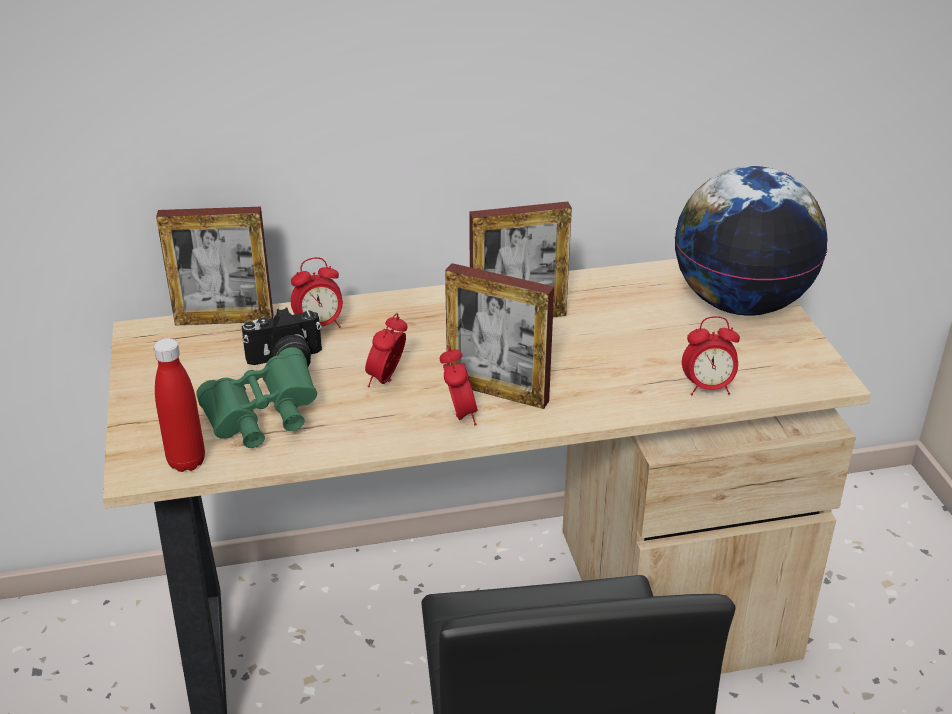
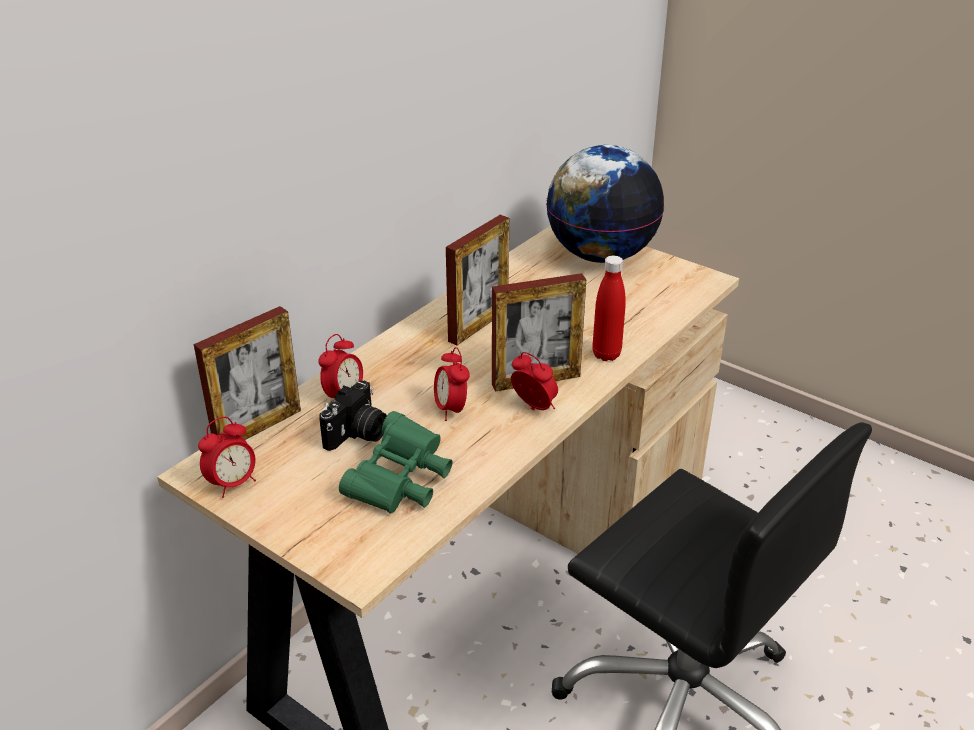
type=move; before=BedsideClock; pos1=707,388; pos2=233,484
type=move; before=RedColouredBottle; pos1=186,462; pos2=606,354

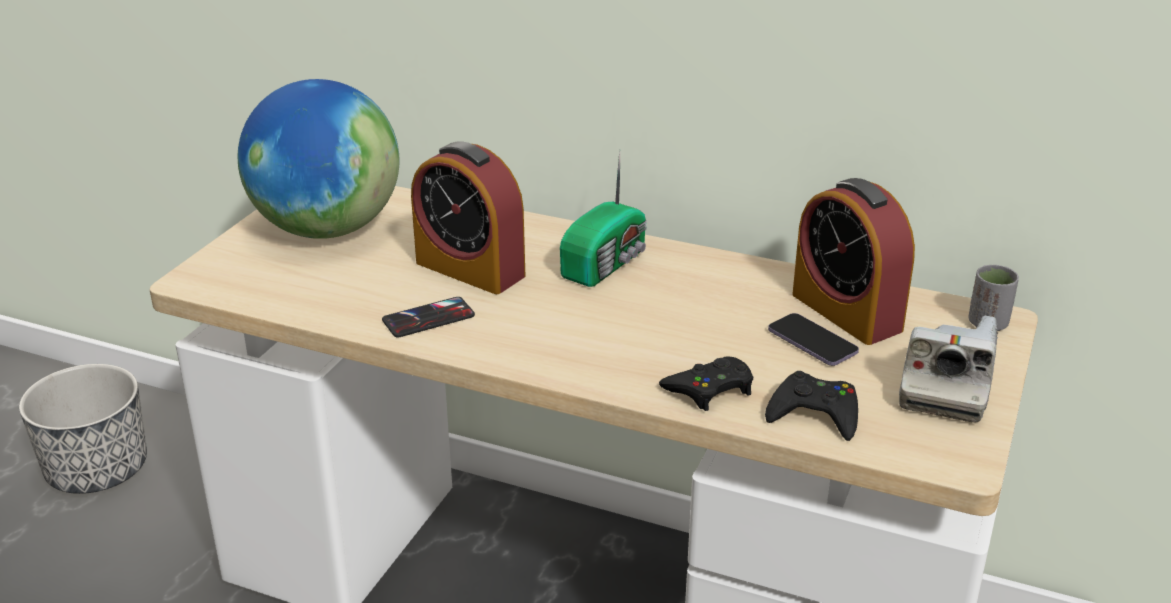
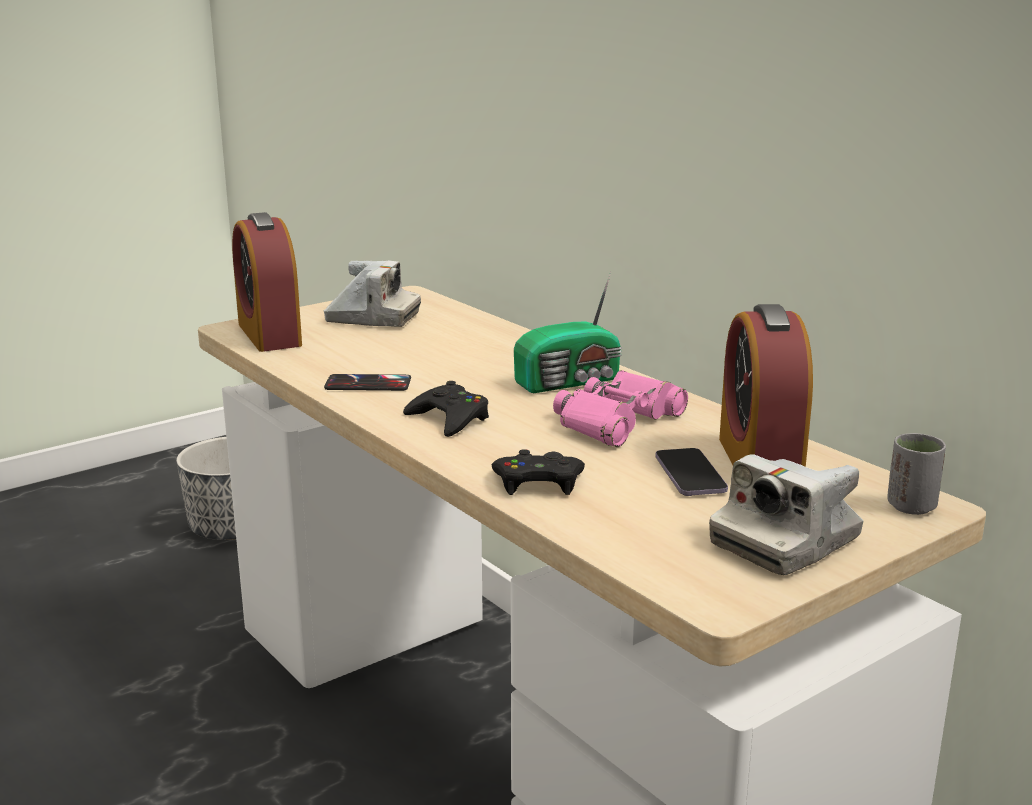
type=move; before=BedsideClock; pos1=470,269; pos2=269,334
type=replace; before=Globe; after=StillCamera; pos1=327,229; pos2=373,318
type=move; before=BlackGamepad; pos1=814,414; pos2=449,419
type=insert; after=PinkishFieldGlasses; pos2=617,421

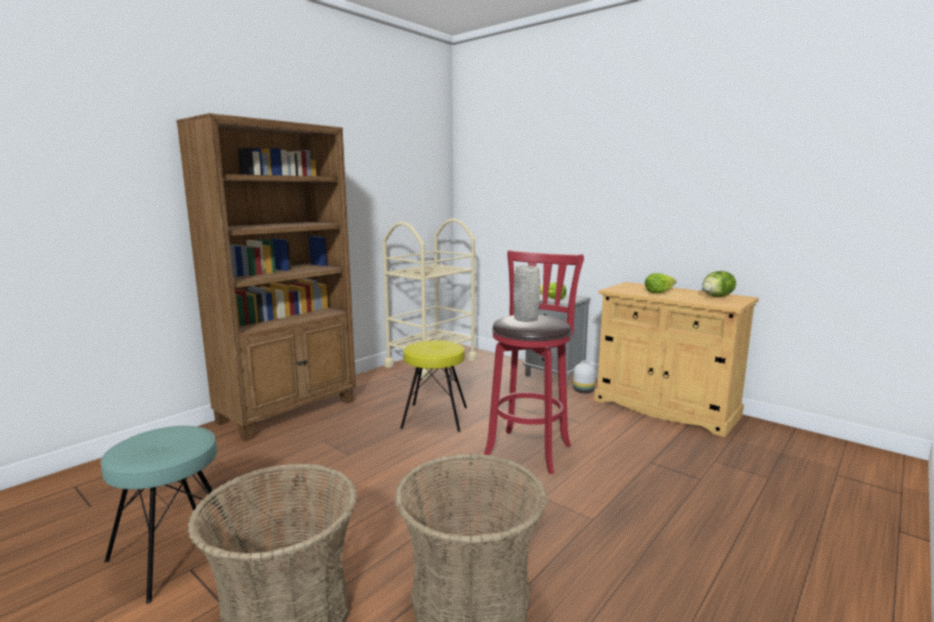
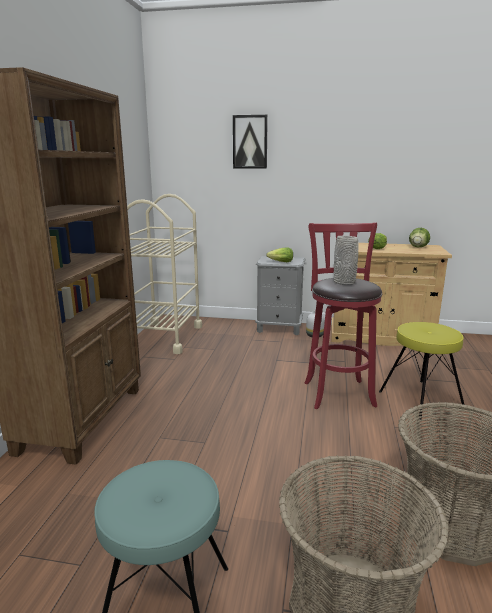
type=insert; after=Picture; pos2=250,142
type=move; before=YellowishStoolSeat; pos1=435,417; pos2=420,398

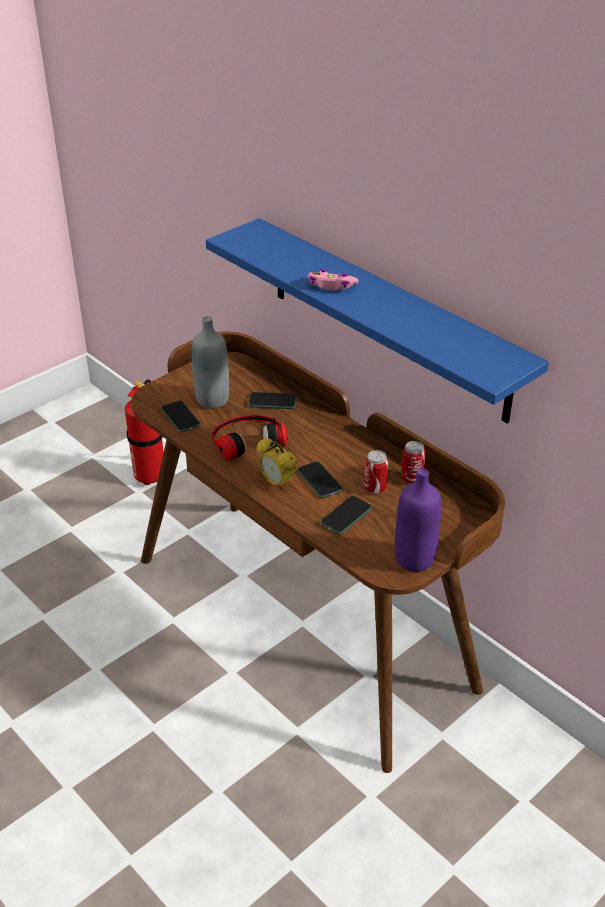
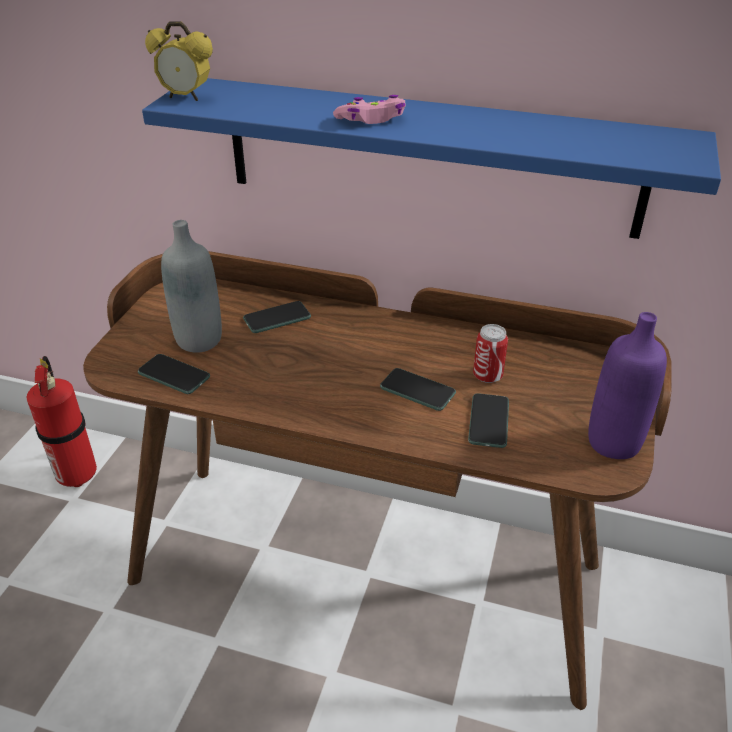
type=move; before=BedsideClock; pos1=277,483; pos2=186,97
type=delete; before=Headphones; pos1=247,439
type=delete; before=MetalCan; pos1=412,479

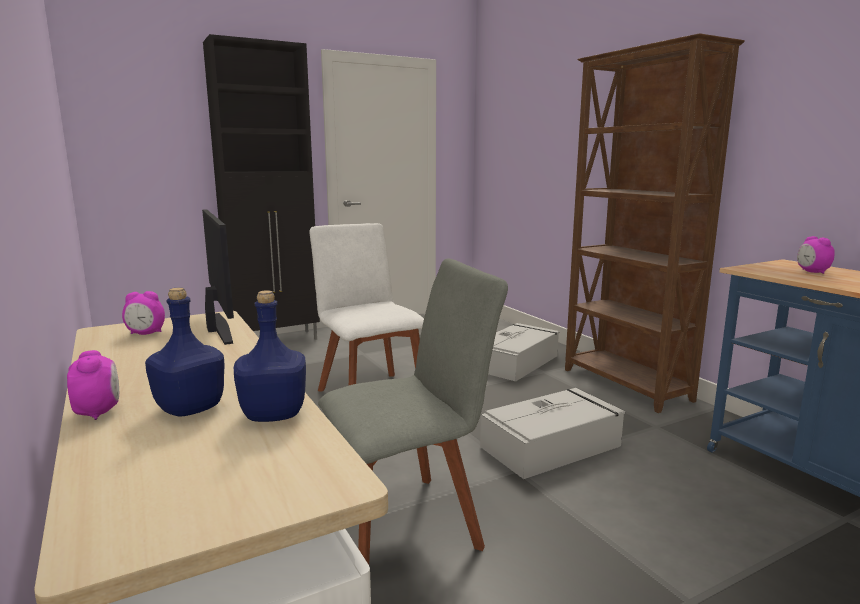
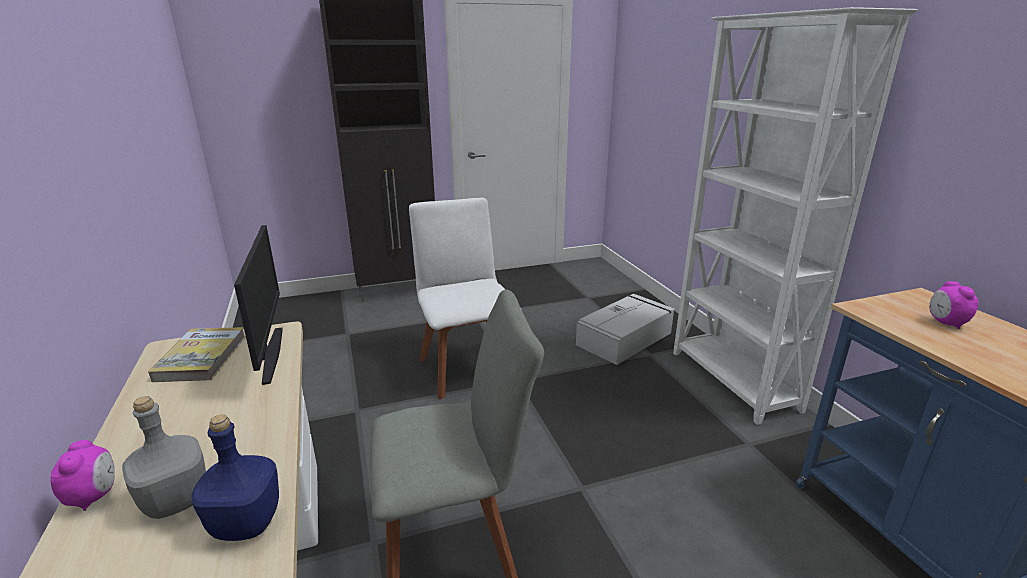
type=recolor; before=BluishBottle; after=GreyishBottle; pos1=189,408; pos2=176,500
type=replace; before=BedsideClock; after=Volume; pos1=146,333; pos2=201,357
type=recolor; before=BrownBookshelf; after=WhiteColouredBookshelf; pos1=625,385; pos2=732,381
type=delete; before=GreyishStorageContainer; pos1=552,446

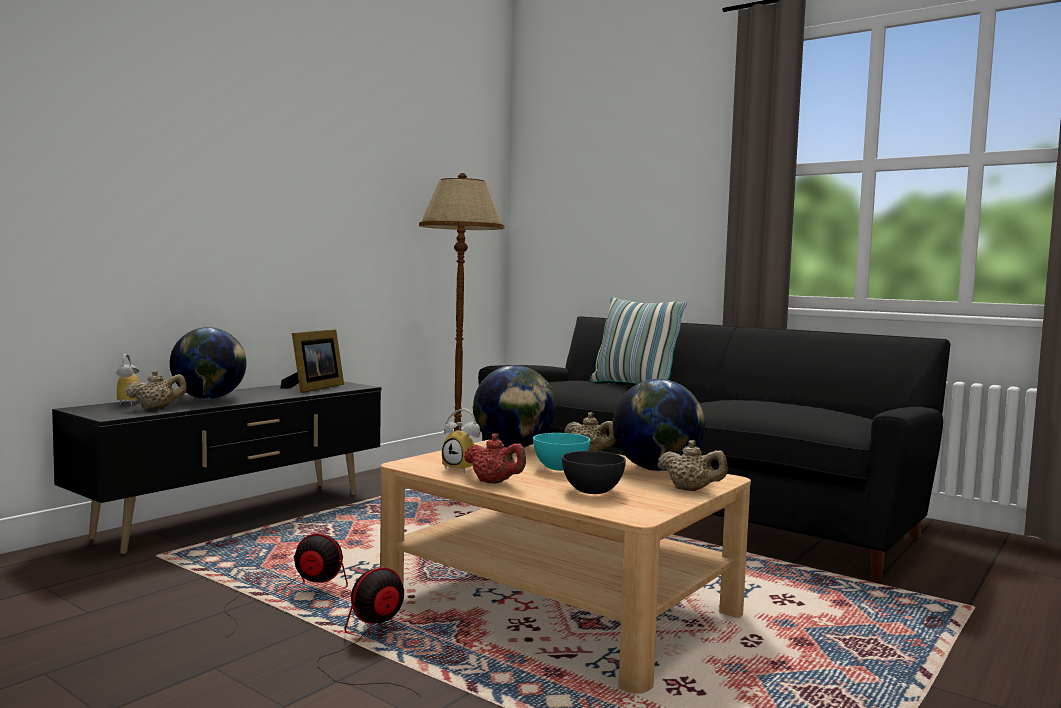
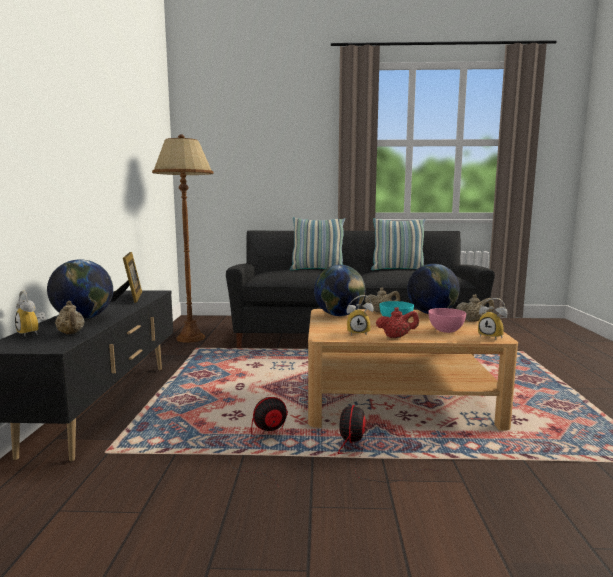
type=rotate; before=SandColouredPotForTea; pos1=157,408; pos2=71,333; turn=120
type=insert; after=ThrowPillow; pos2=397,269
type=recolor; before=GreyishDeepDish; after=PinkishDeepDish; pos1=592,491; pos2=446,331
type=insert; after=BedsideClock; pos2=492,336

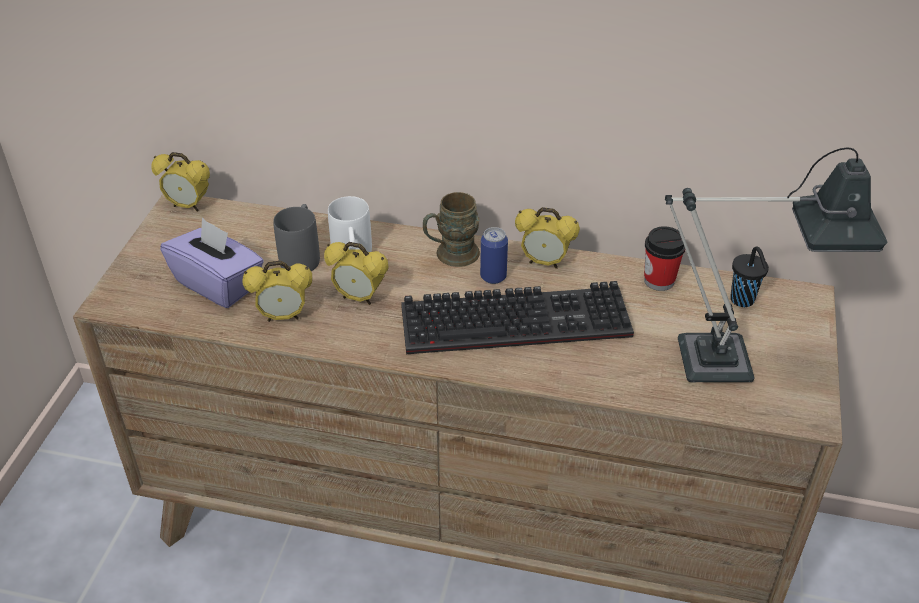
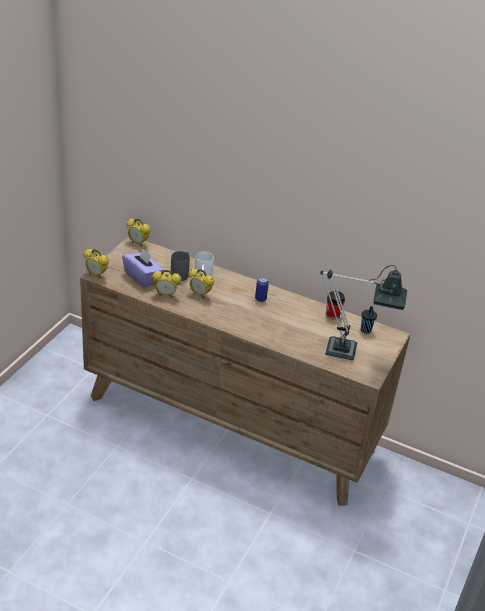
type=move; before=BedsideClock; pos1=544,262; pos2=96,275
type=delete; before=PcKeyboard; pos1=518,319
type=delete; before=BrownMug; pos1=450,256

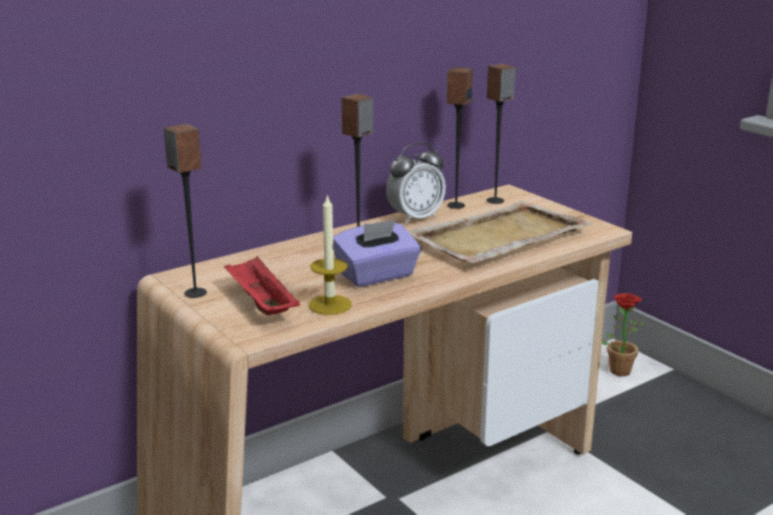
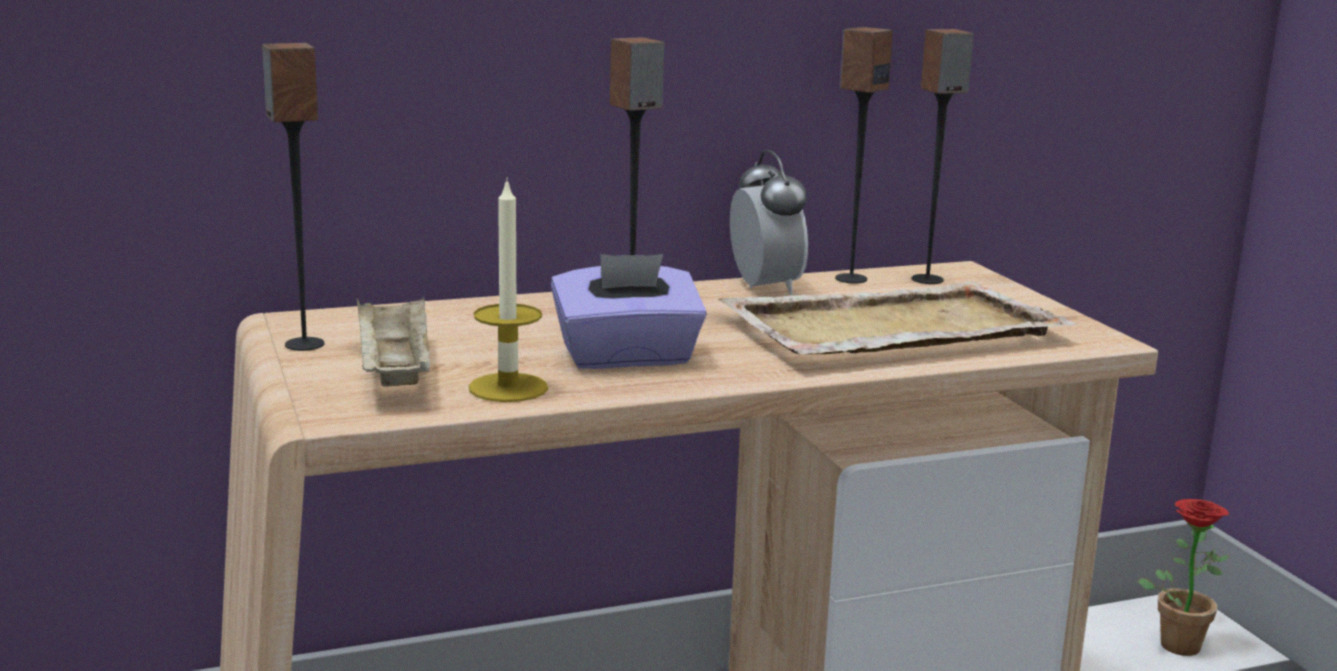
type=recolor; before=RedColouredCarryingTray; after=SandColouredCarryingTray; pos1=260,304; pos2=394,372
type=rotate; before=BedsideClock; pos1=415,218; pos2=765,288; turn=-90

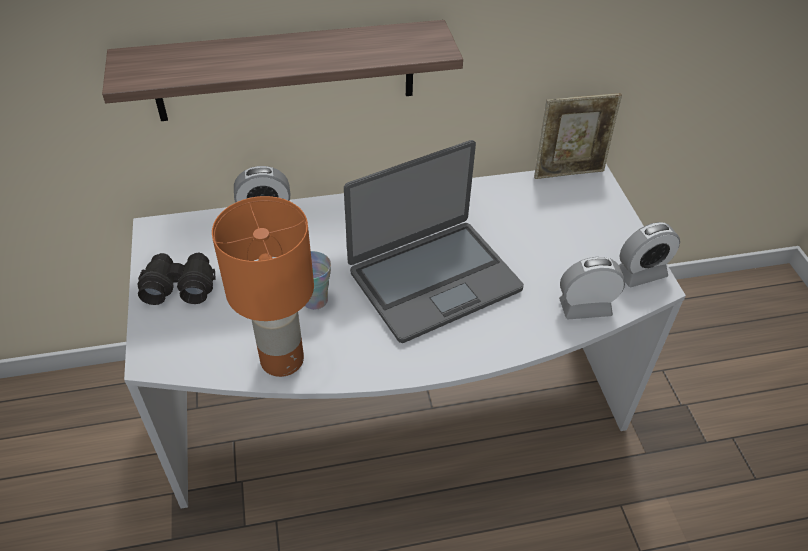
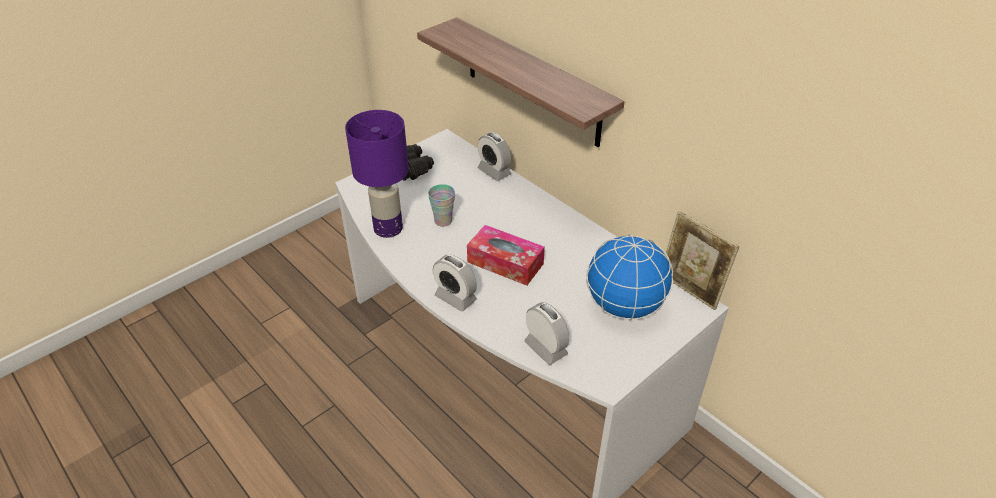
type=recolor; before=OrangeyTabletopLamp; after=PurpleTabletopLamp; pos1=281,361; pos2=387,229
type=move; before=BedsideClock; pos1=641,273; pos2=455,298
type=replace; before=NotebookComputer; after=TissueHolder; pos1=433,279; pos2=505,263
type=insert; after=Globe; pos2=623,307

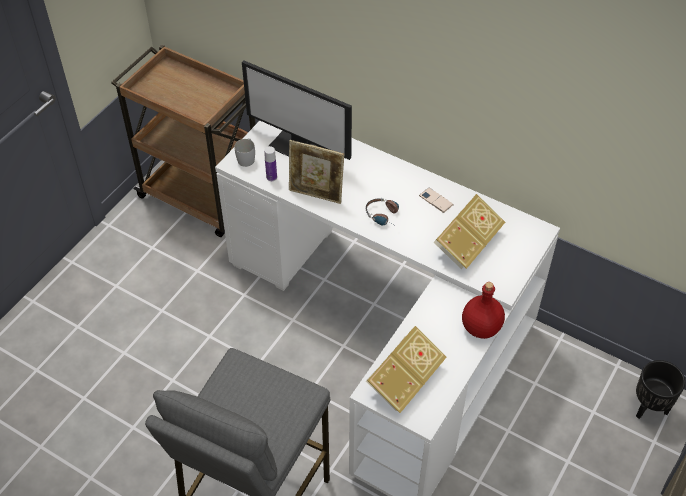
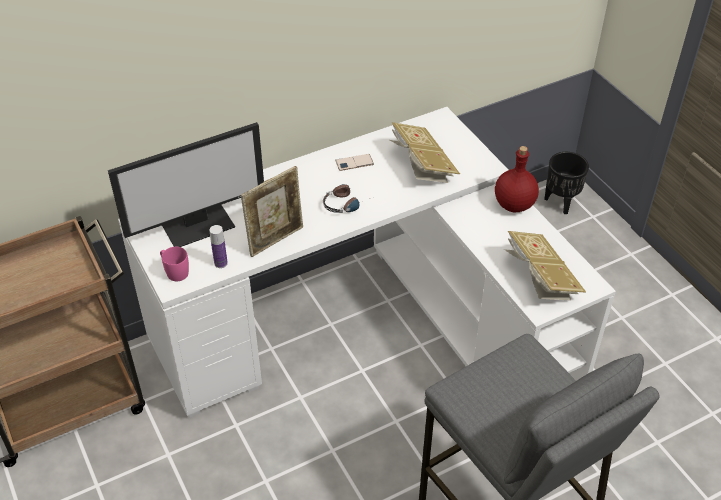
type=recolor; before=WhiteColouredMug; after=PinkishMug; pos1=247,158; pos2=174,271

